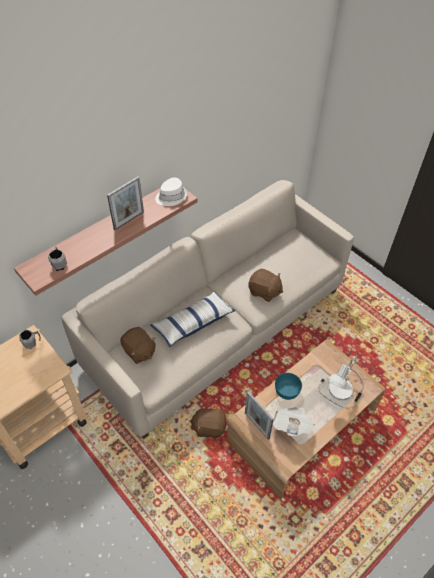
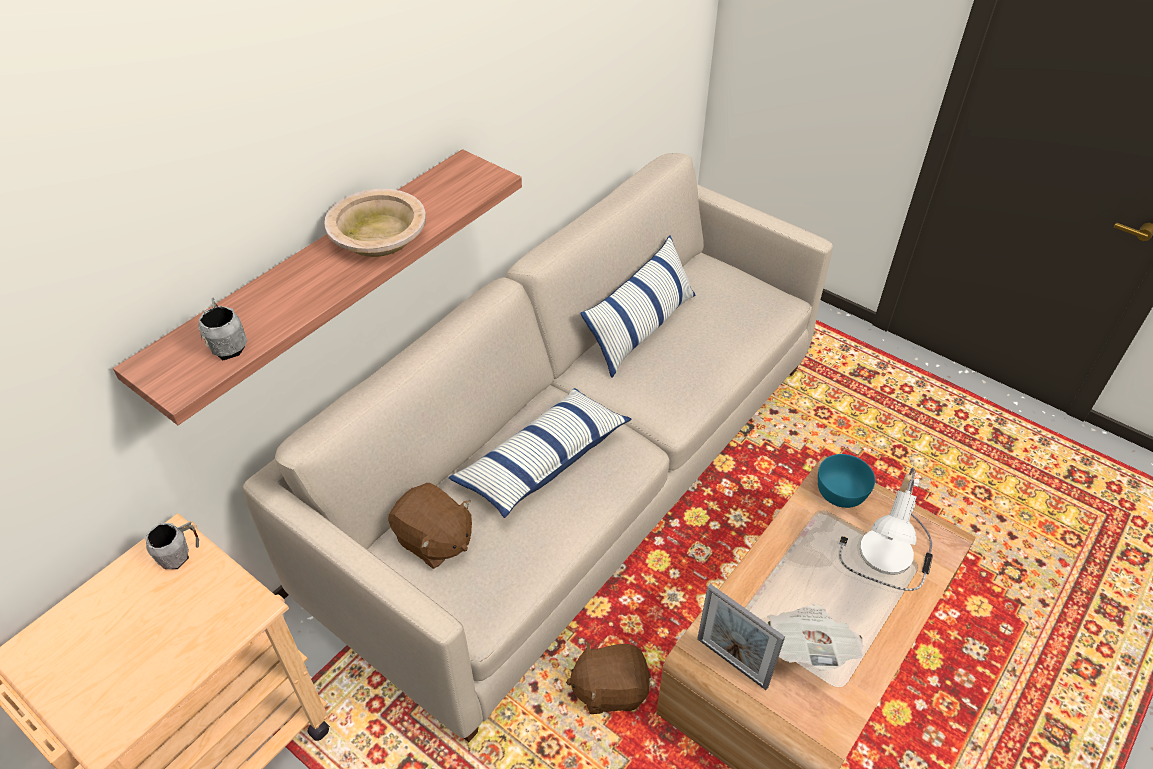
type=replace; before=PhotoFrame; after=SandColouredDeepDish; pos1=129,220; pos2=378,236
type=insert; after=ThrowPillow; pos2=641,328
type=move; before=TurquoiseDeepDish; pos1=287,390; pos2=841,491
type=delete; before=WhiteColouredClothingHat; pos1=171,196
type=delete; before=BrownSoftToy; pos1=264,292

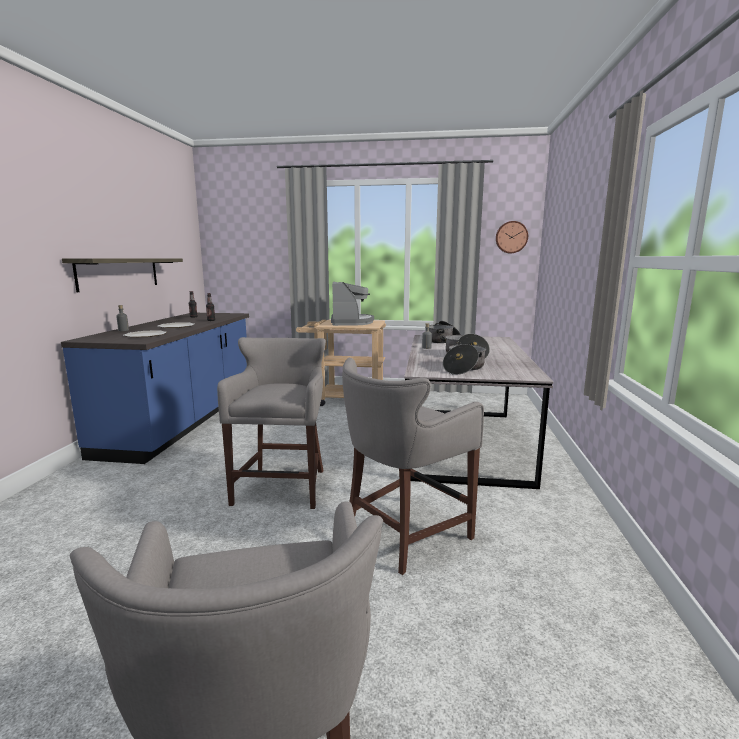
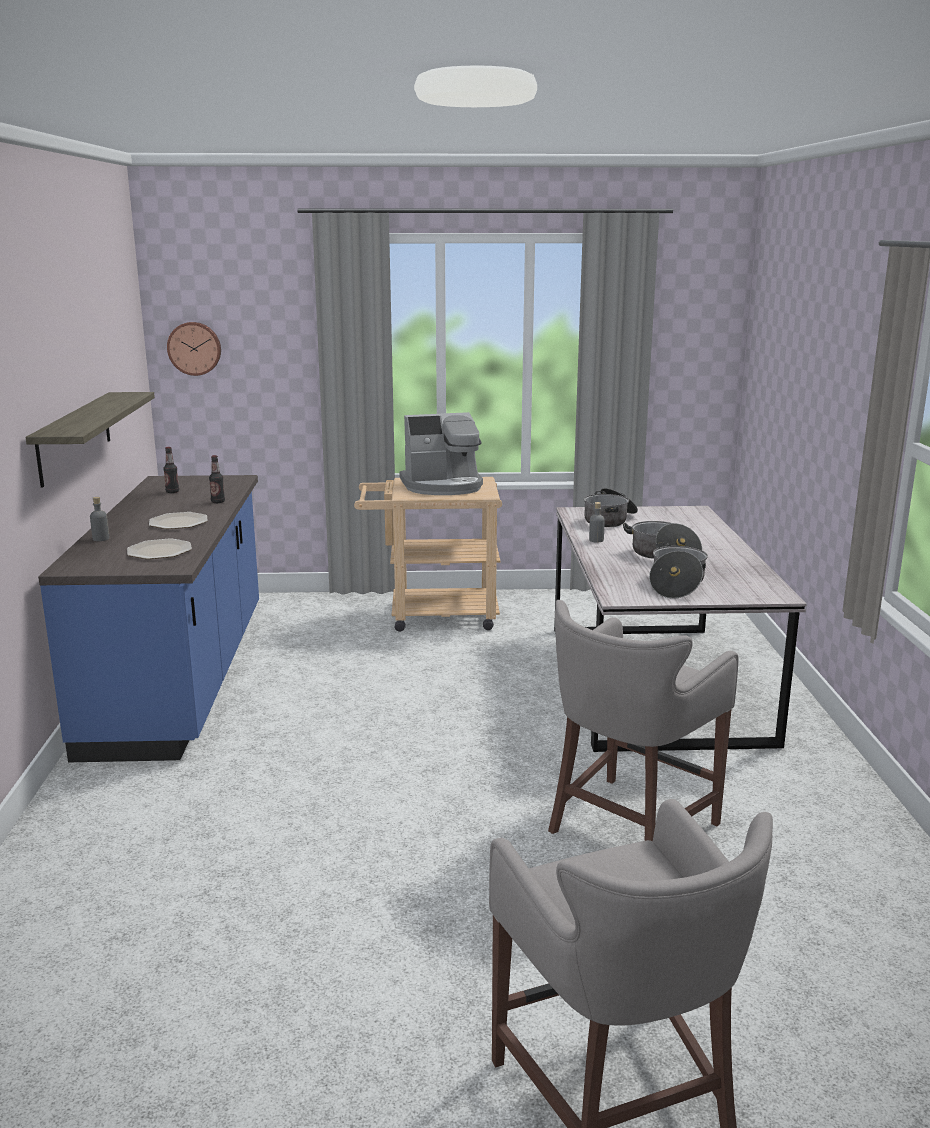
type=move; before=HangingClock; pos1=511,237; pos2=194,348
type=rotate; before=CoffeeBrewer; pos1=351,322; pos2=443,486; turn=90
type=delete; before=GreyishStoolSeat; pos1=282,485

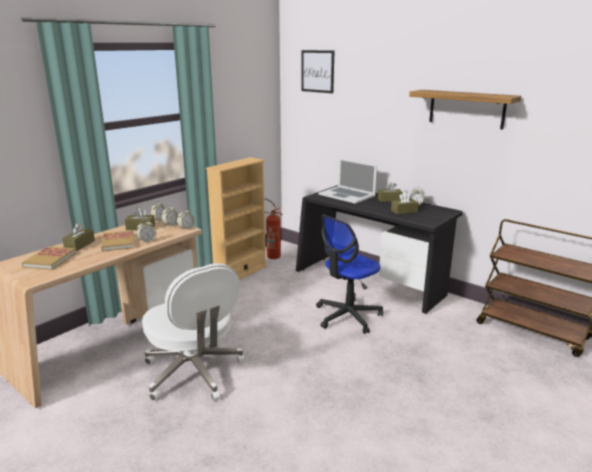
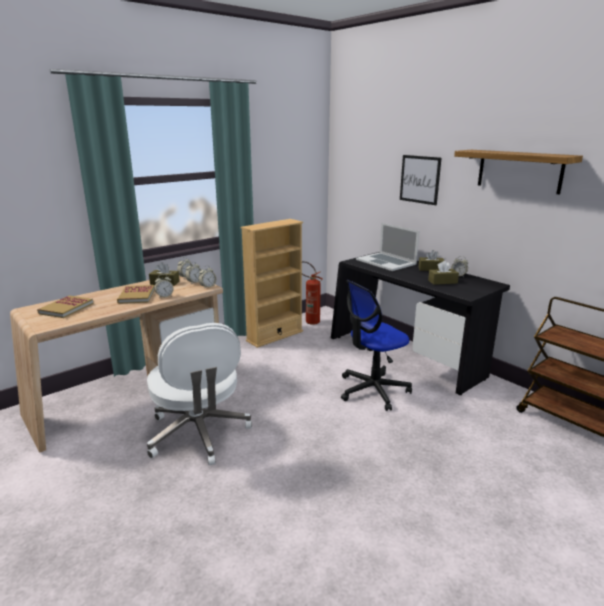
type=move; before=Picture; pos1=317,71; pos2=420,179
type=delete; before=BrownTissueHolder; pos1=79,245

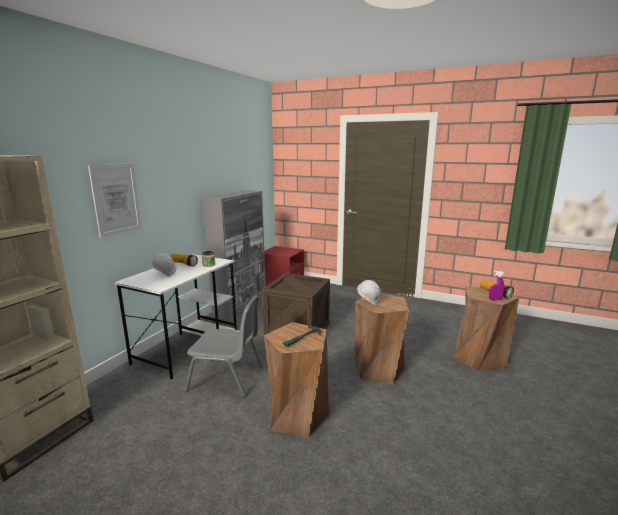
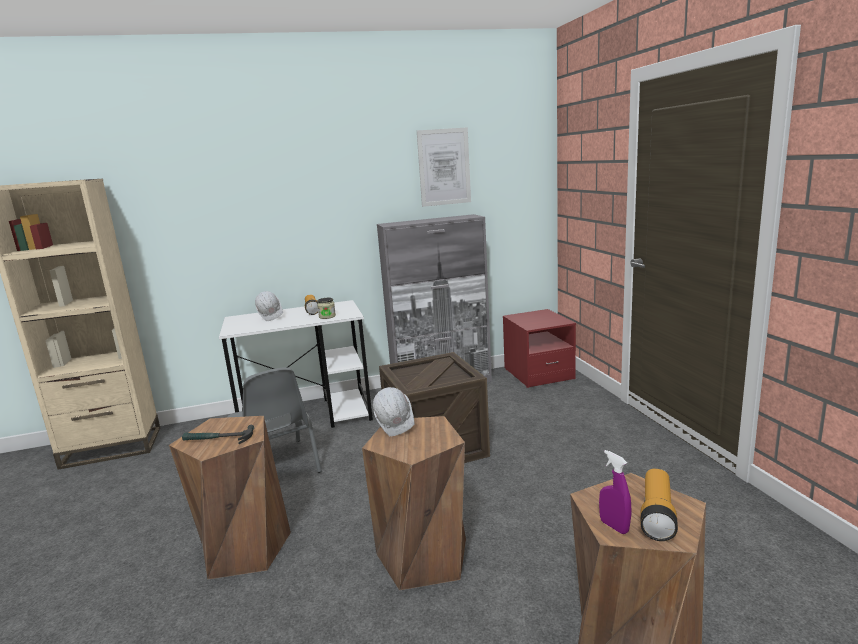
type=move; before=Picture; pos1=116,199; pos2=444,167

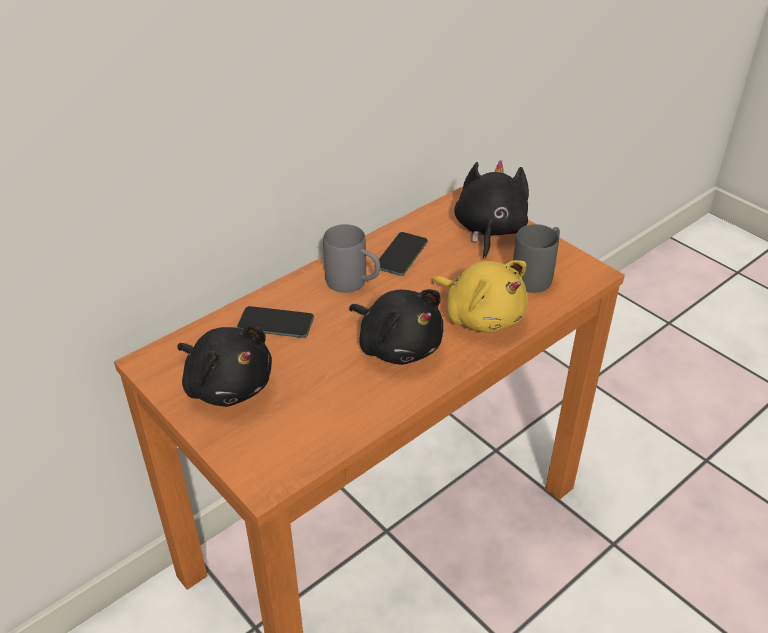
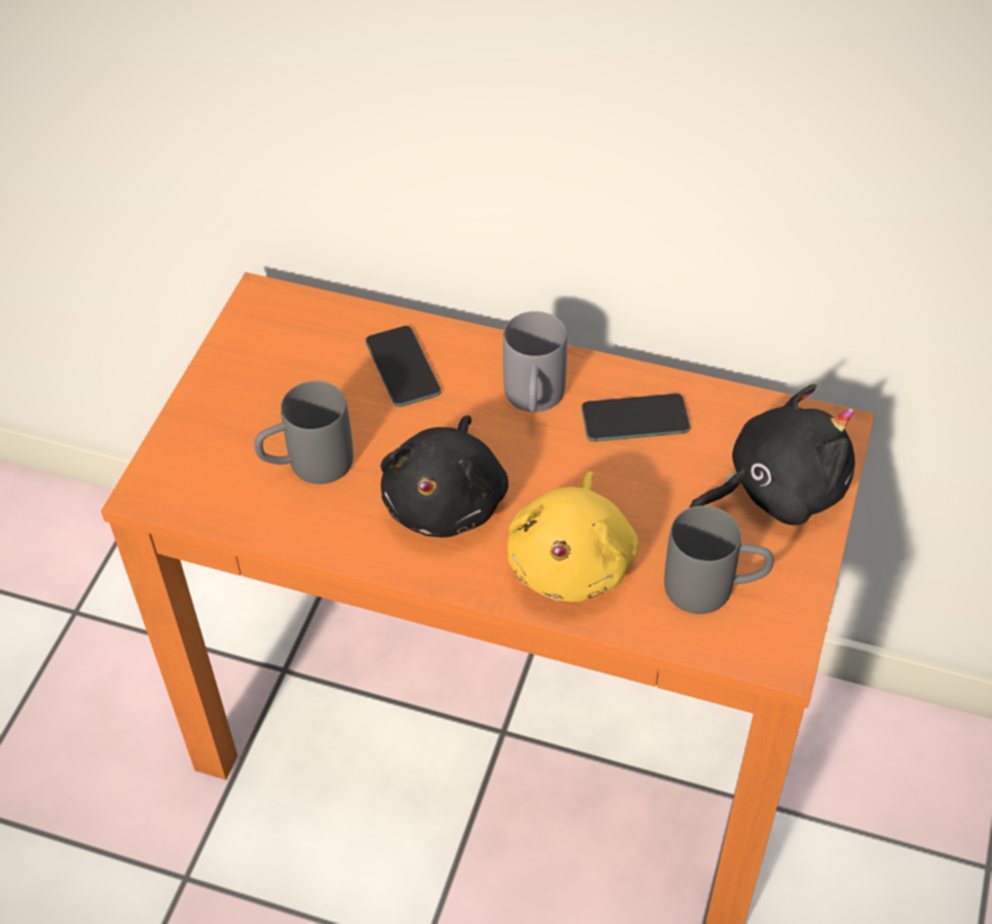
type=insert; after=GreyishMug; pos2=307,466
type=delete; before=BlackSoftToy; pos1=227,384

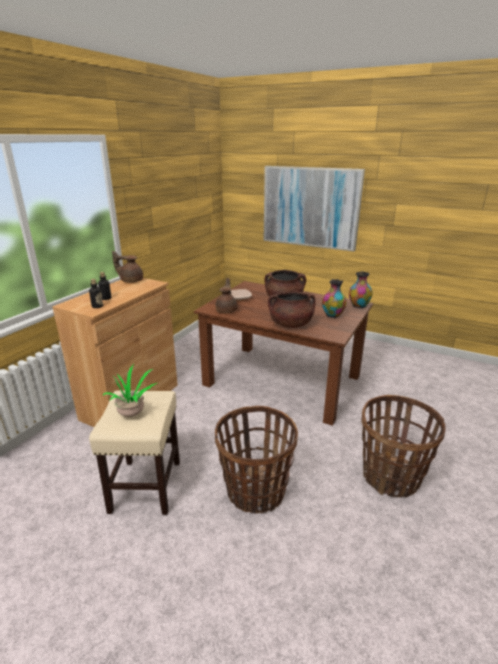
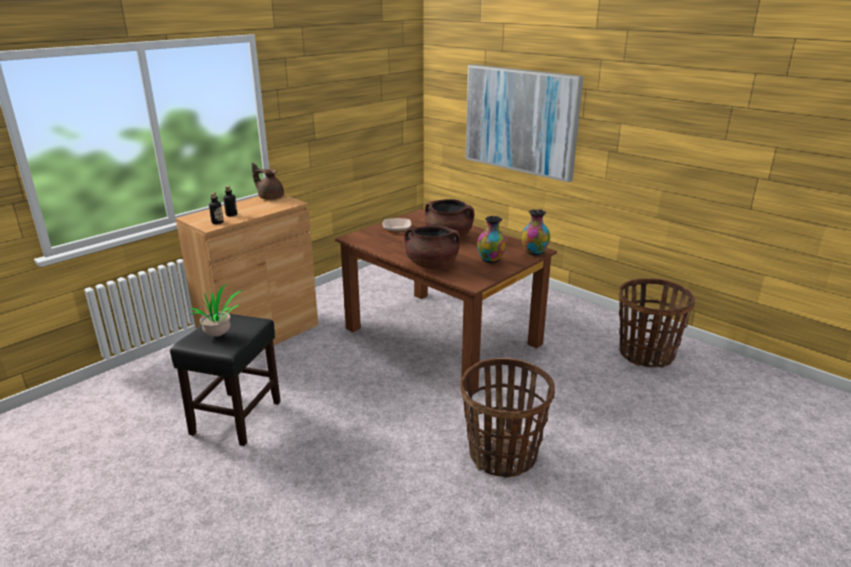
type=recolor; before=SandColouredStoolSeat; after=BlackStoolSeat; pos1=146,485; pos2=237,417
type=move; before=Basket; pos1=255,491; pos2=646,355
type=delete; before=BrownPotForTea; pos1=227,310

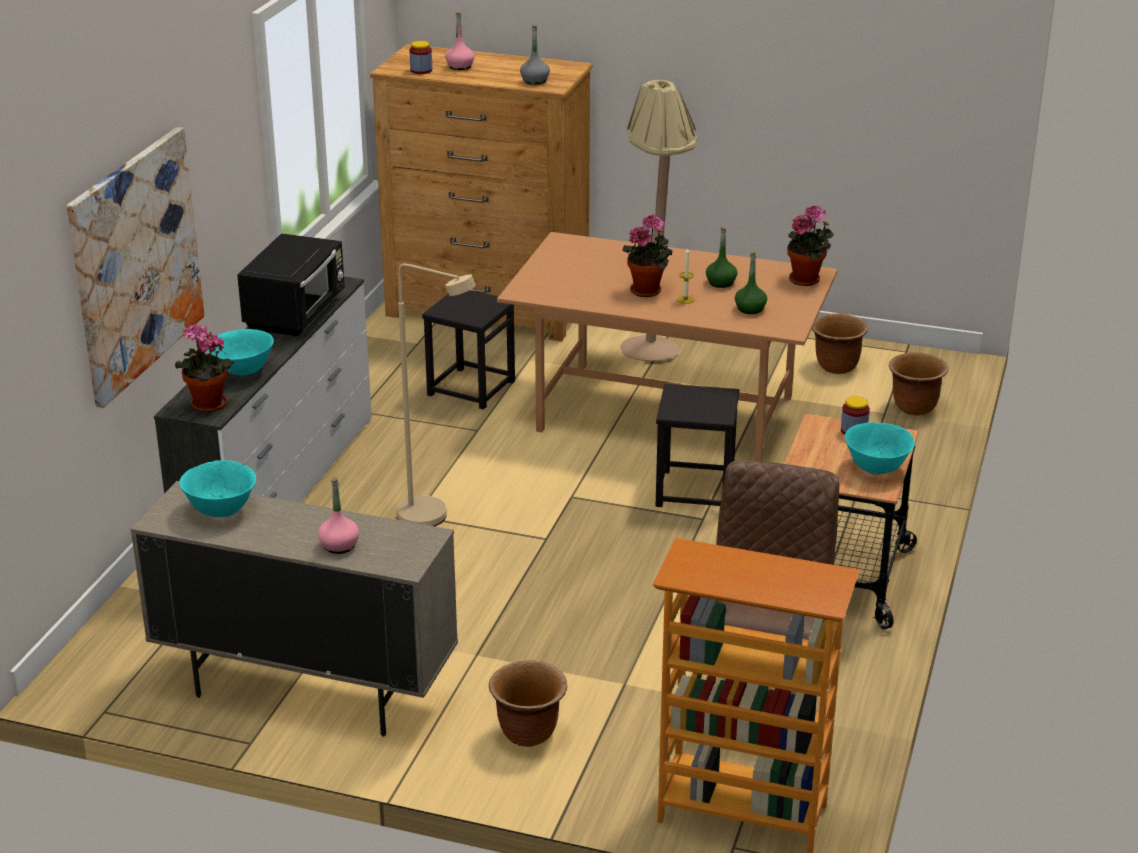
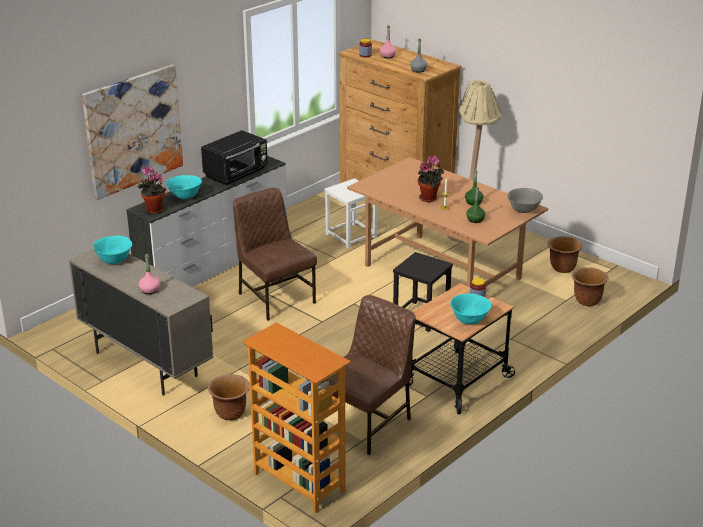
type=replace; before=SandColouredFloorLamp; after=BrownUprightChair; pos1=434,519; pos2=275,298
type=recolor; before=BlackStoolSeat; after=WhiteColouredStoolSeat; pos1=470,388; pos2=351,235
type=replace; before=PottedPlant; after=GreyishDeepDish; pos1=807,280; pos2=524,210

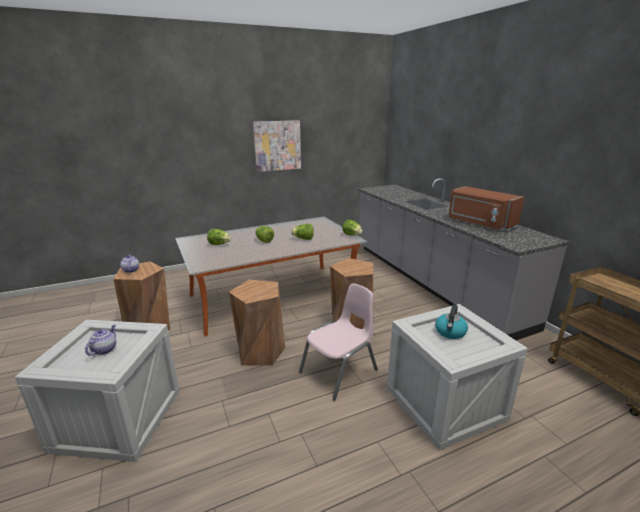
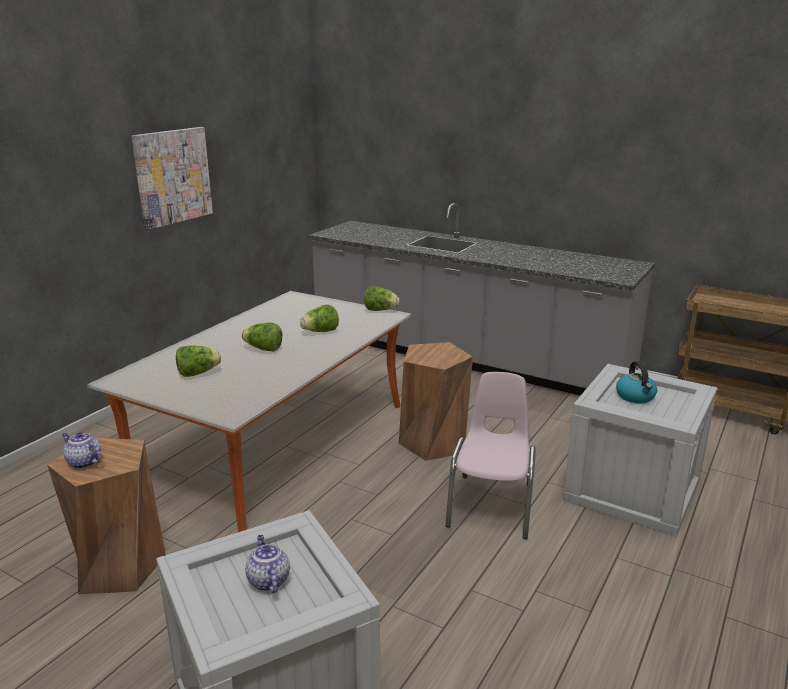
type=delete; before=BrownStoolSeat; pos1=260,352
type=delete; before=BrownKitchenMicrowave; pos1=480,223

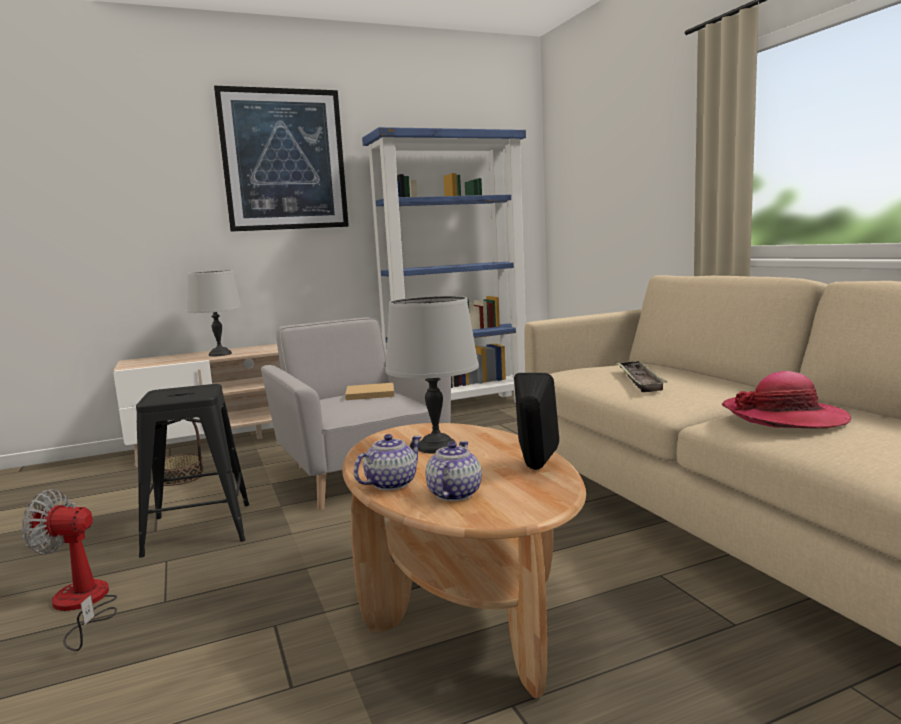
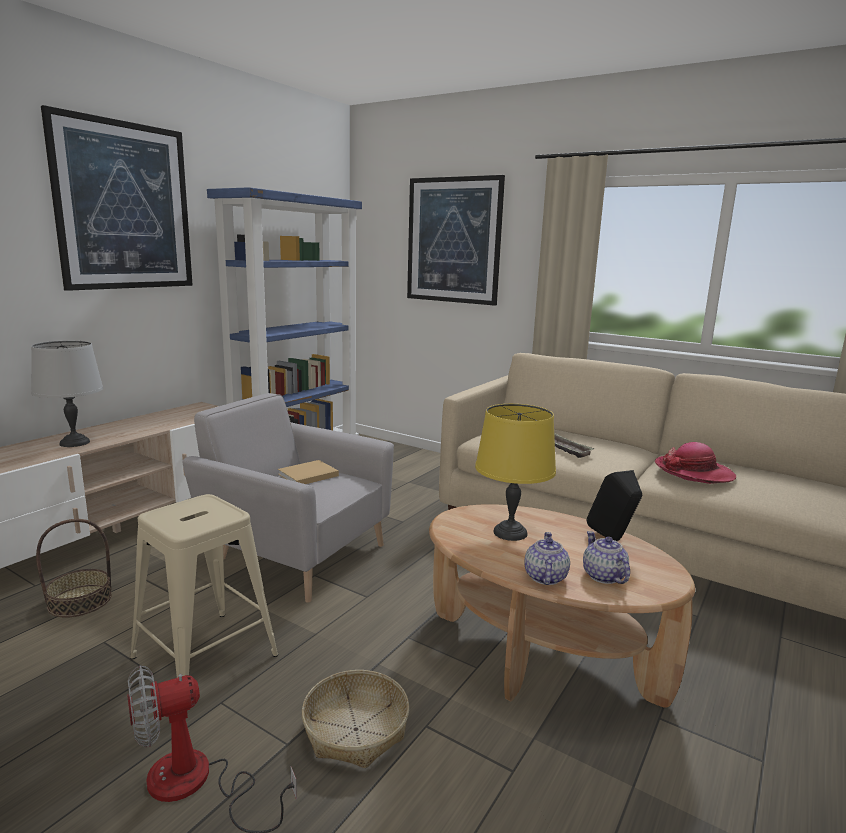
type=recolor; before=BlackStoolSeat; after=SandColouredStoolSeat; pos1=198,529; pos2=204,657
type=insert; after=Basket; pos2=356,729
type=insert; after=Picture; pos2=453,240
type=recolor; before=GreyishTabletopLamp; after=YellowishTabletopLamp; pos1=436,446; pos2=509,532

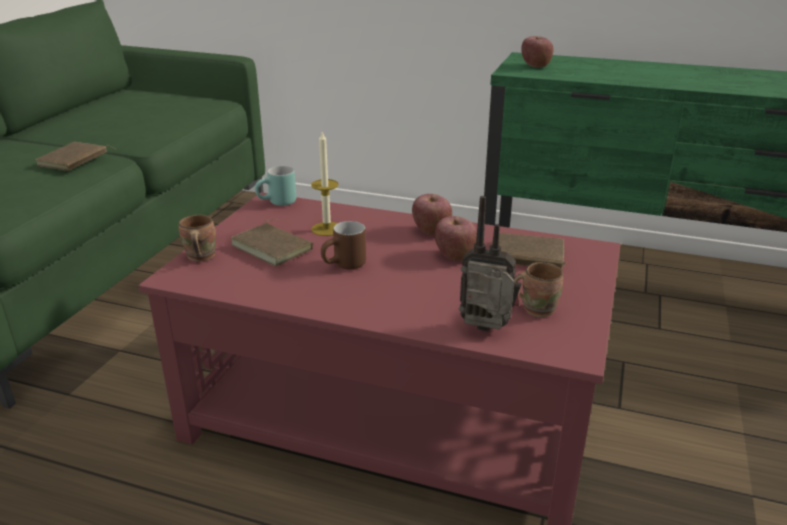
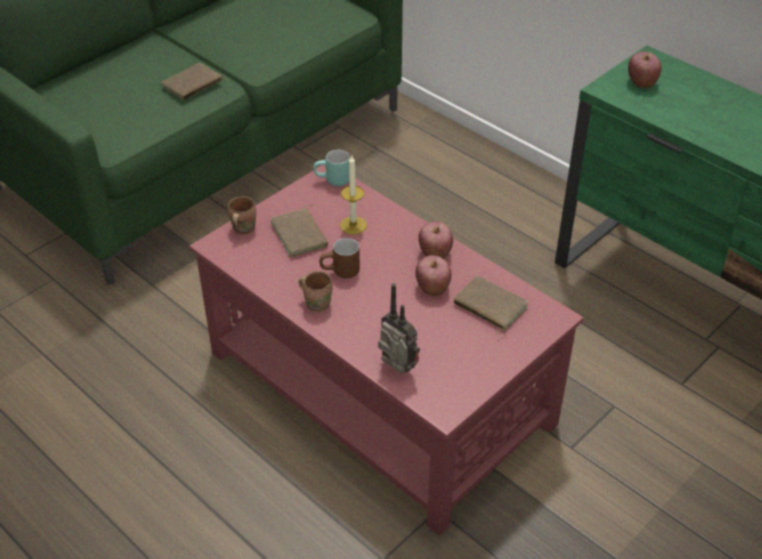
type=move; before=BrownMug; pos1=536,308; pos2=317,303

